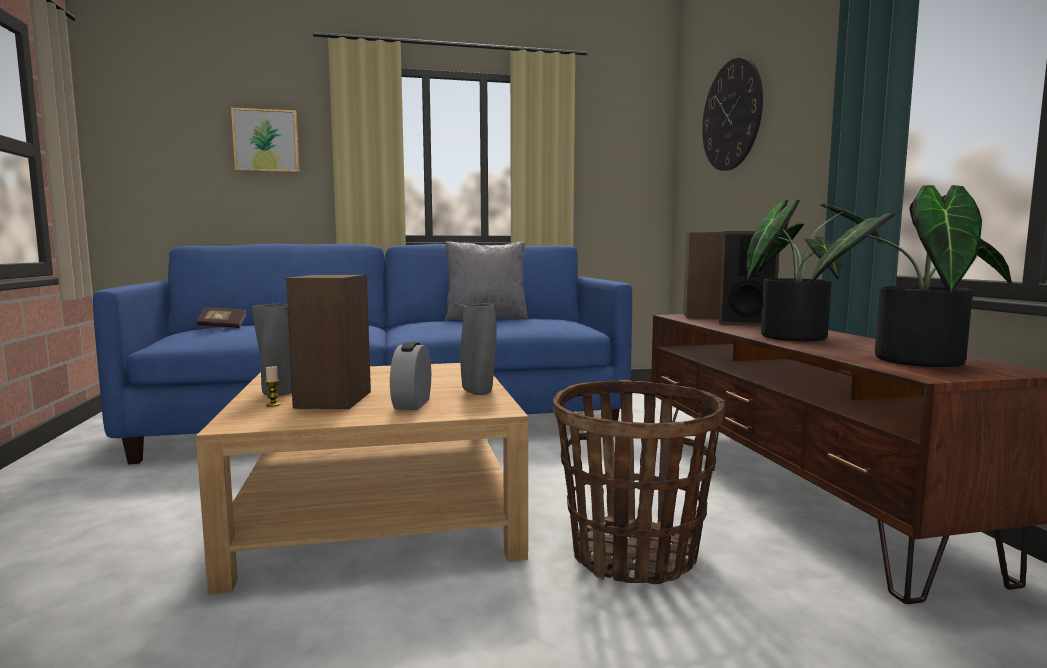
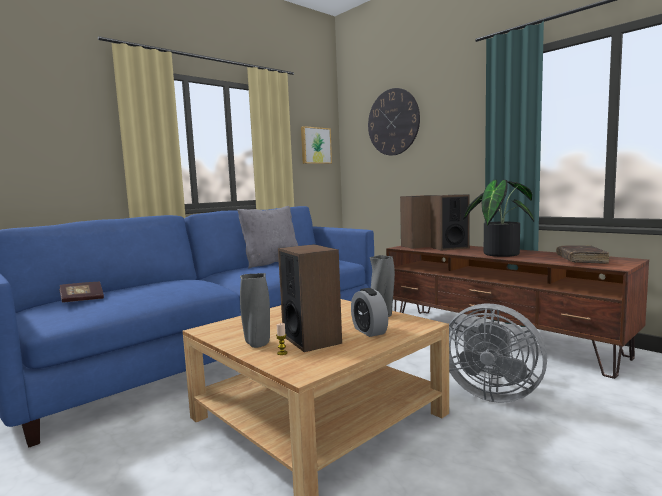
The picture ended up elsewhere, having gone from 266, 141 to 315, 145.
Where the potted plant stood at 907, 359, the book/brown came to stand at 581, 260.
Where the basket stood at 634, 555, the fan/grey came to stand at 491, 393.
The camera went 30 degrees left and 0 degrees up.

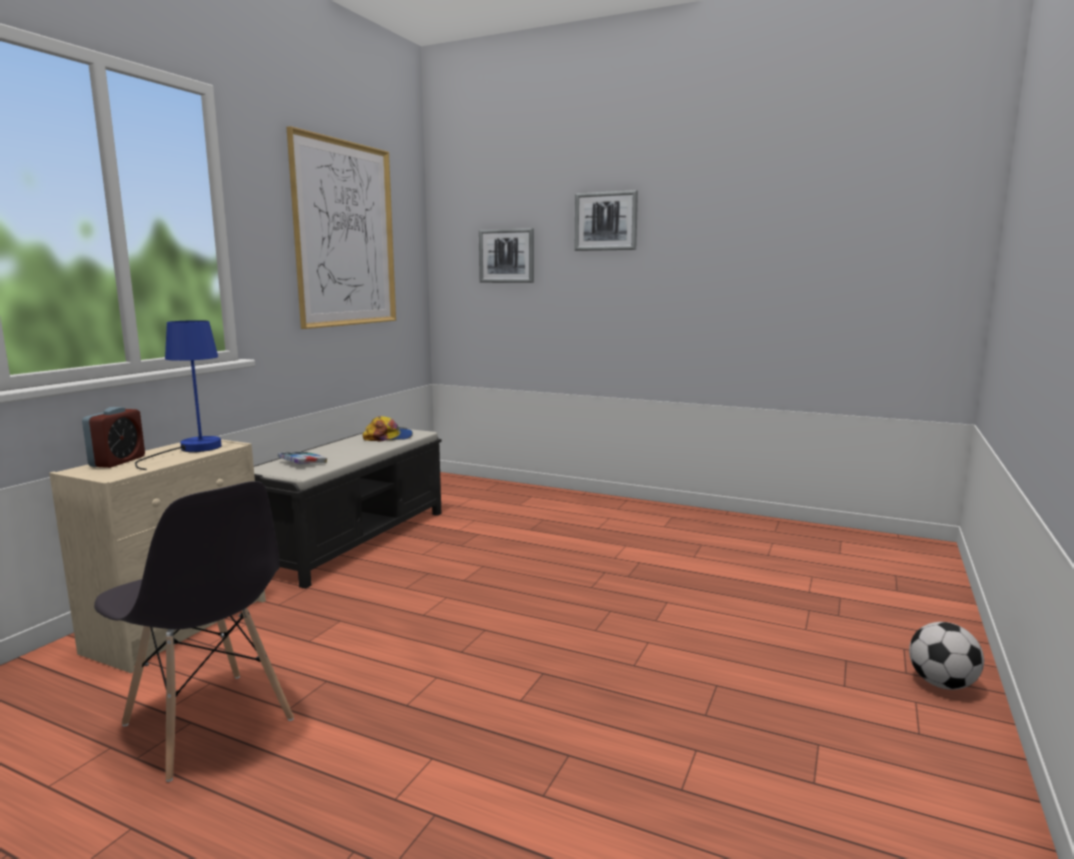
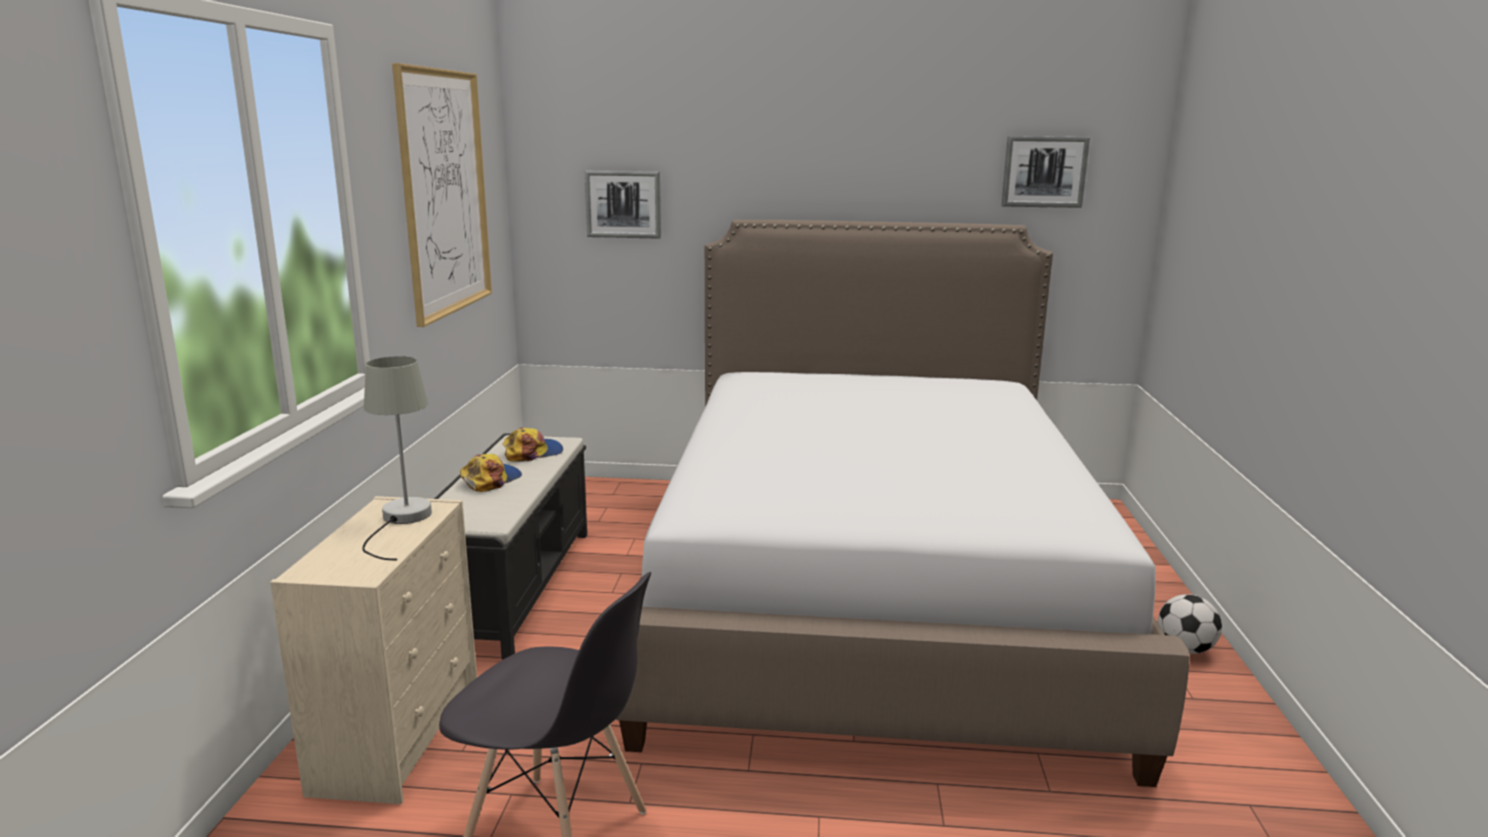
The picture ended up elsewhere, having gone from 606, 221 to 1044, 172.
What was the table lamp/blue at 191, 450 turned into the table lamp/grey at 401, 521.
The second view lost the alarm clock at 117, 461.
The second view lost the book at 302, 462.
The second view gained the bed at 871, 593.
The second view gained the cap at 490, 480.
The camera went 20 degrees left and 5 degrees up.

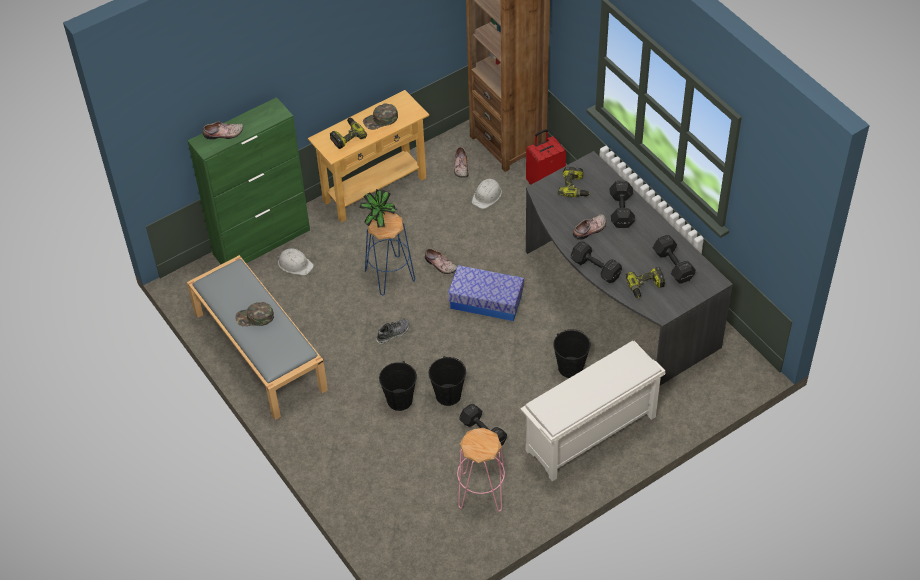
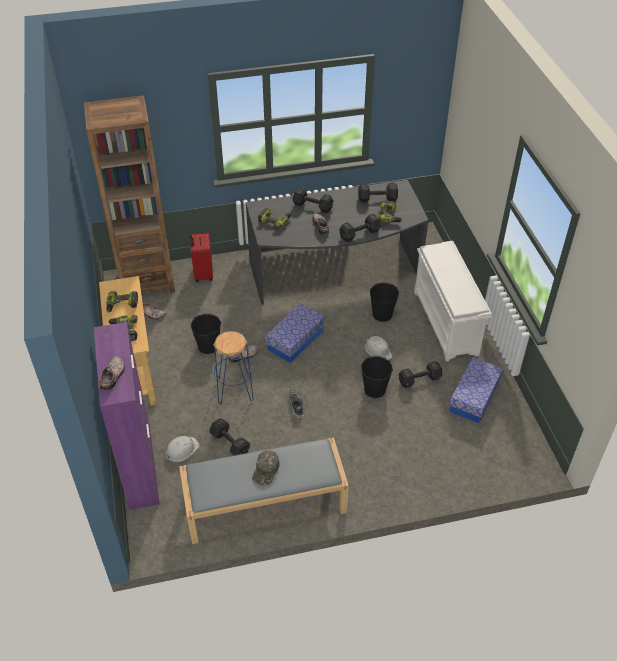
What was the cabinet/green at 262, 242 turned into the cabinet/purple at 140, 467.
Where the cap/green stood at 380, 120, the power drill came to stand at 122, 305.
The hard hat/white ended up elsewhere, having gone from 487, 195 to 378, 350.
The second view lost the potted plant at 379, 221.
The bucket/black ended up elsewhere, having gone from 399, 400 to 208, 346.
Where the stool/pink stood at 481, 492, the storage box came to stand at 474, 397.
The second view gained the dumbbell/black at 230, 444.
The camera went 70 degrees left and 5 degrees down.

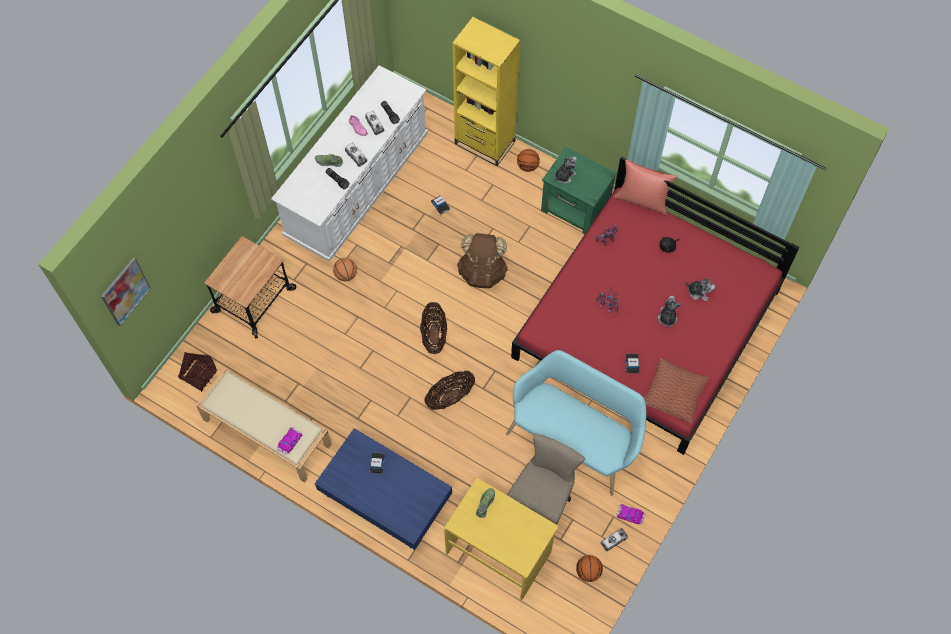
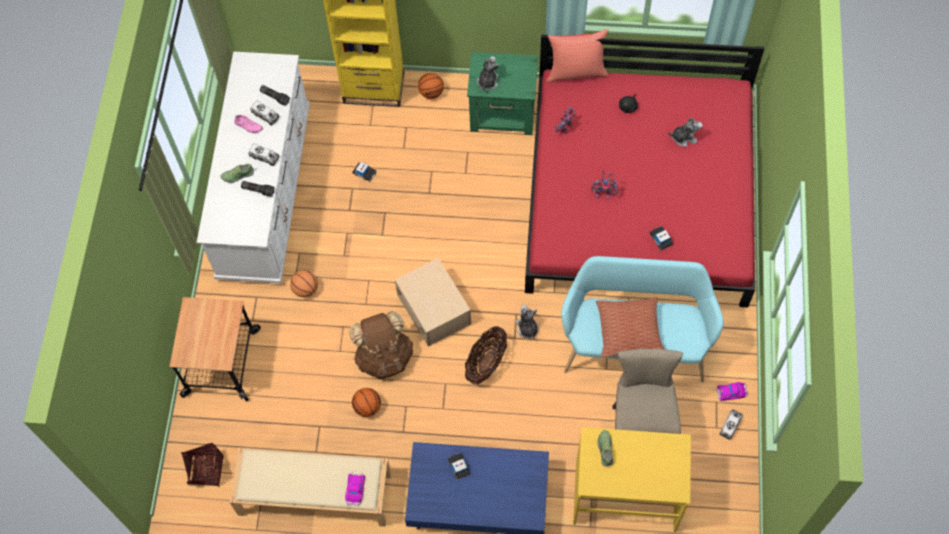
The backpack/brown ended up elsewhere, having gone from 482, 272 to 384, 357.
The second view lost the picture at 125, 291.
The plush toy ended up elsewhere, having gone from 667, 317 to 527, 328.
Where the basket stood at 434, 335, the storage box/beige came to stand at 433, 308.
The pillow ended up elsewhere, having gone from 674, 393 to 629, 331.
The basketball ended up elsewhere, having gone from 588, 571 to 367, 407.
The camera went 25 degrees left and 0 degrees up.

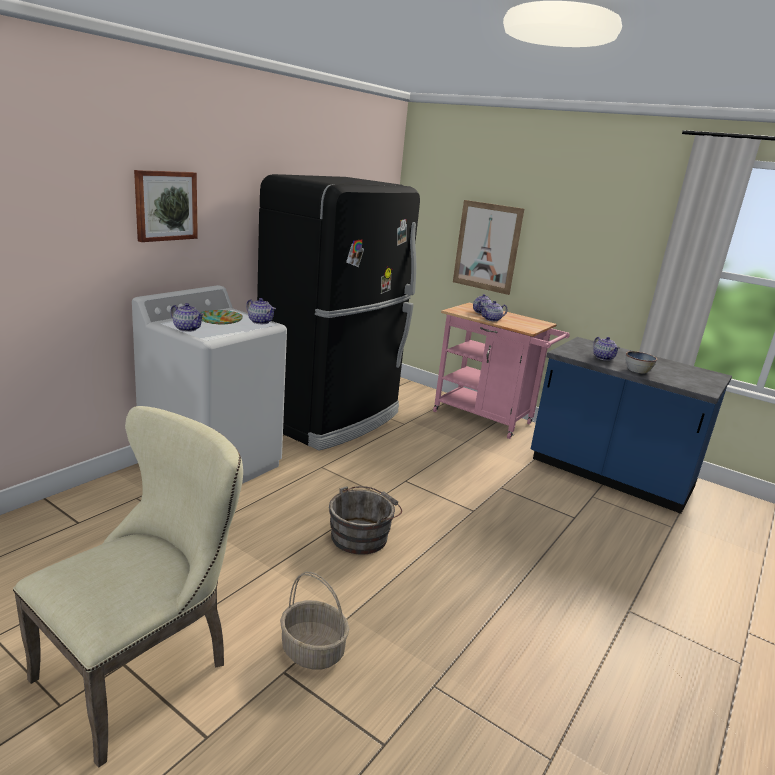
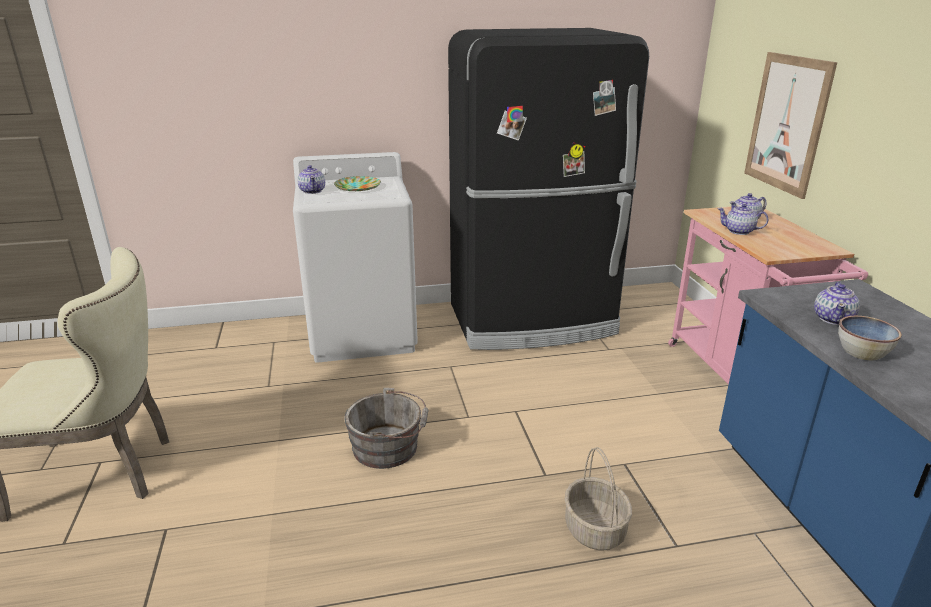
The second view lost the picture at 165, 205.
The second view lost the teapot at 260, 322.
The basket ended up elsewhere, having gone from 313, 650 to 595, 530.
The camera went 45 degrees right and 5 degrees up.

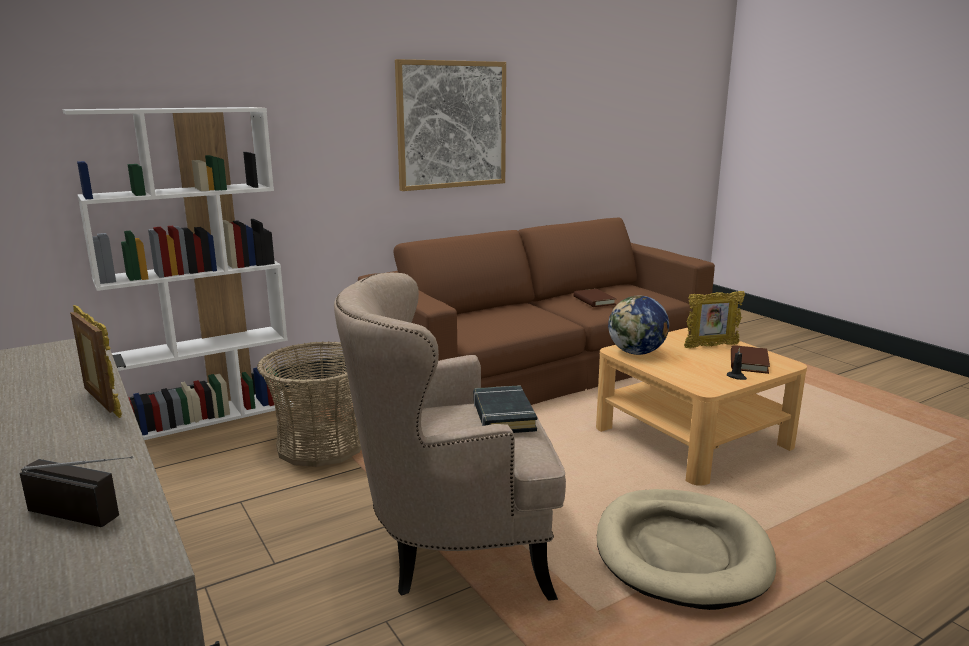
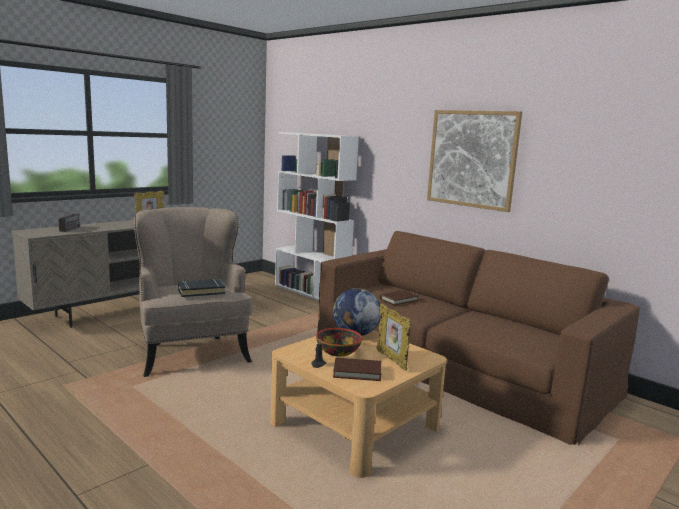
The book/brown ended up elsewhere, having gone from 594, 300 to 398, 299.
The second view lost the basket at 321, 445.
The second view lost the dog bed/beige at 682, 552.
The second view gained the bowl at 338, 352.
The camera went 75 degrees right and 5 degrees down.

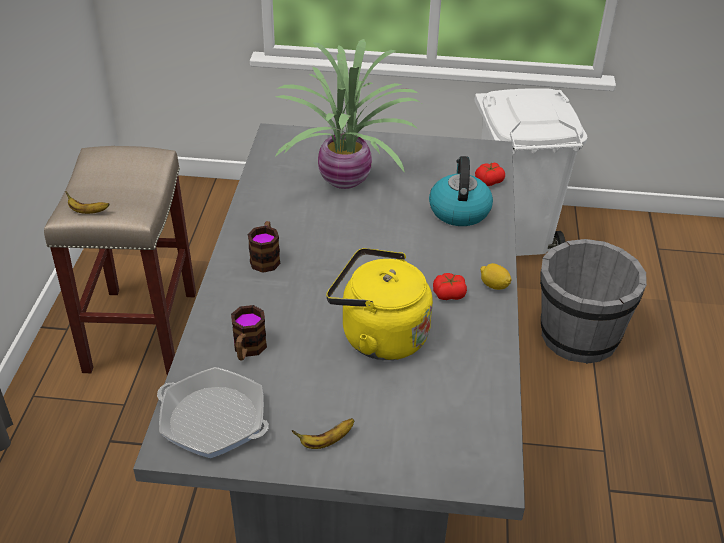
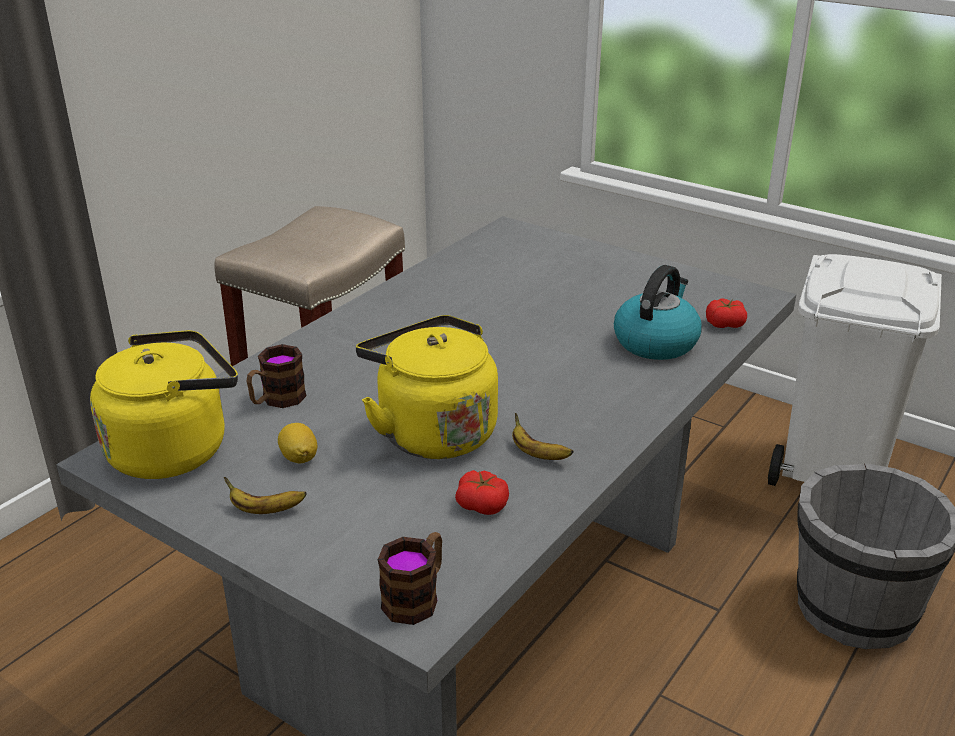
The second view lost the potted plant at 345, 181.
The banana ended up elsewhere, having gone from 87, 211 to 537, 454.
The mug ended up elsewhere, having gone from 266, 258 to 416, 596.
The lemon ended up elsewhere, having gone from 494, 285 to 299, 458.
The tomato ended up elsewhere, having gone from 449, 294 to 482, 504.
Where the frying pan stood at 213, 419, the kettle/yellow came to stand at 175, 449.
The camera went 30 degrees right and 10 degrees down.

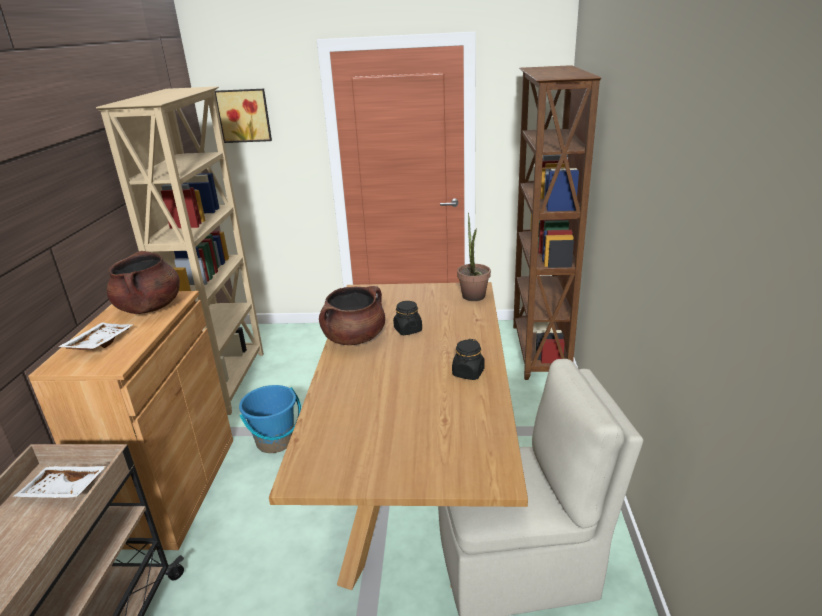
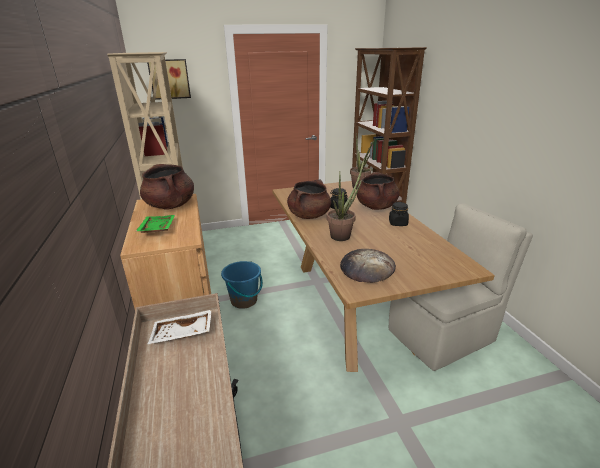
What was the tray/white at 99, 343 turned into the tray/green at 156, 229.
The second view gained the potted plant at 343, 235.
The second view gained the cooking pot/brown at 376, 207.
The second view gained the bread at 367, 268.
The camera went 20 degrees left and 0 degrees up.

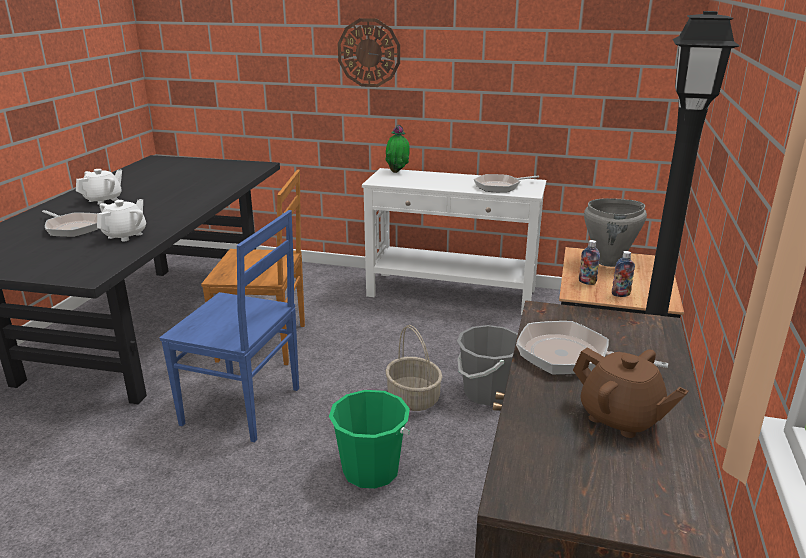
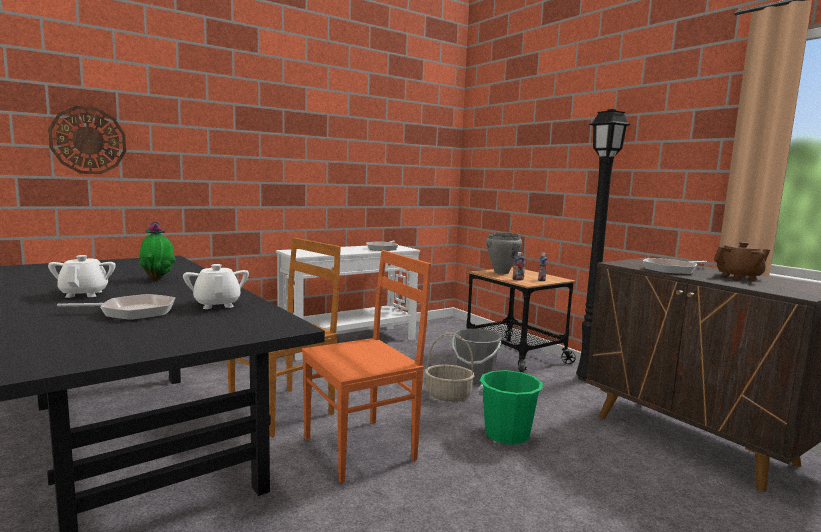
The wall clock ended up elsewhere, having gone from 369, 53 to 88, 140.
The potted plant ended up elsewhere, having gone from 397, 172 to 158, 279.
What was the chair/blue at 244, 407 turned into the chair/orange at 362, 448.
The camera went 50 degrees left and 15 degrees down.

